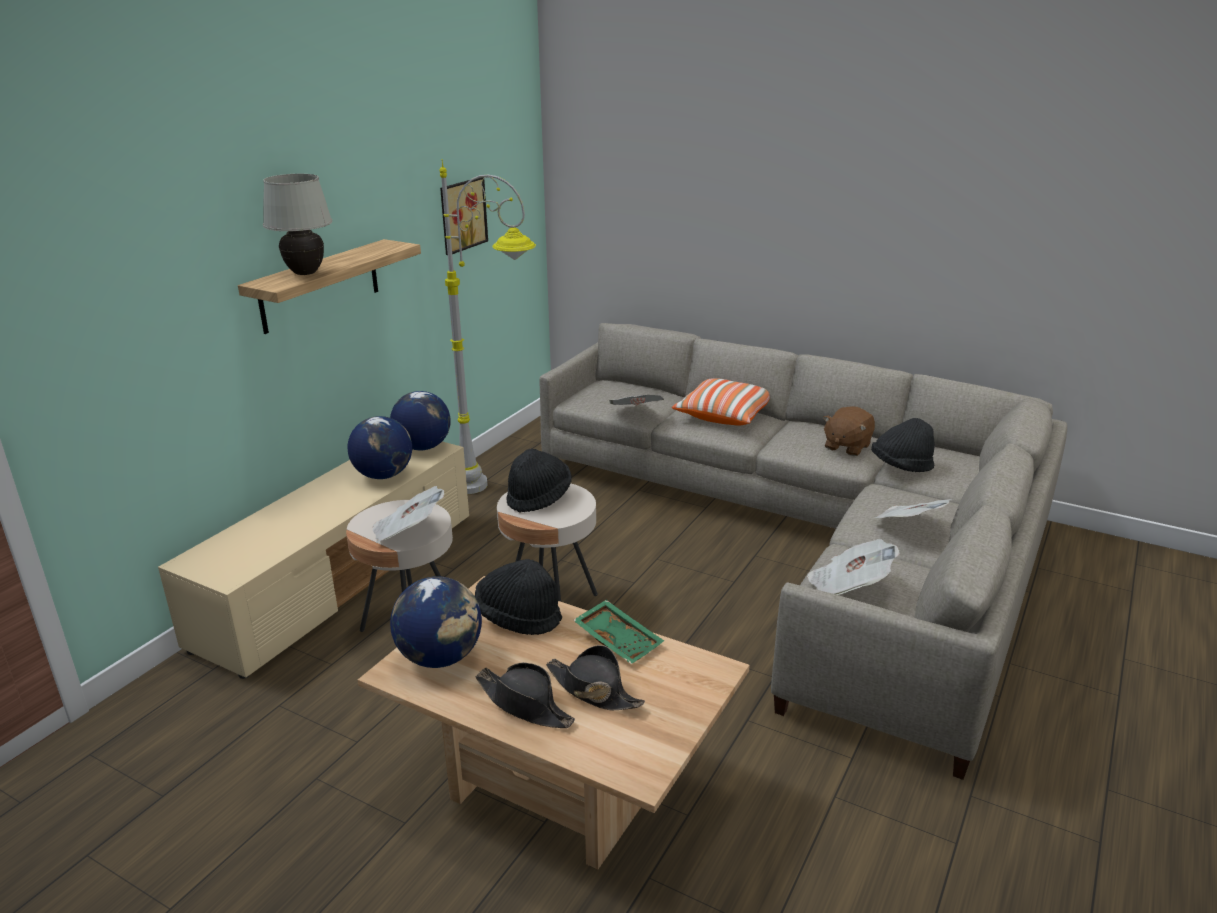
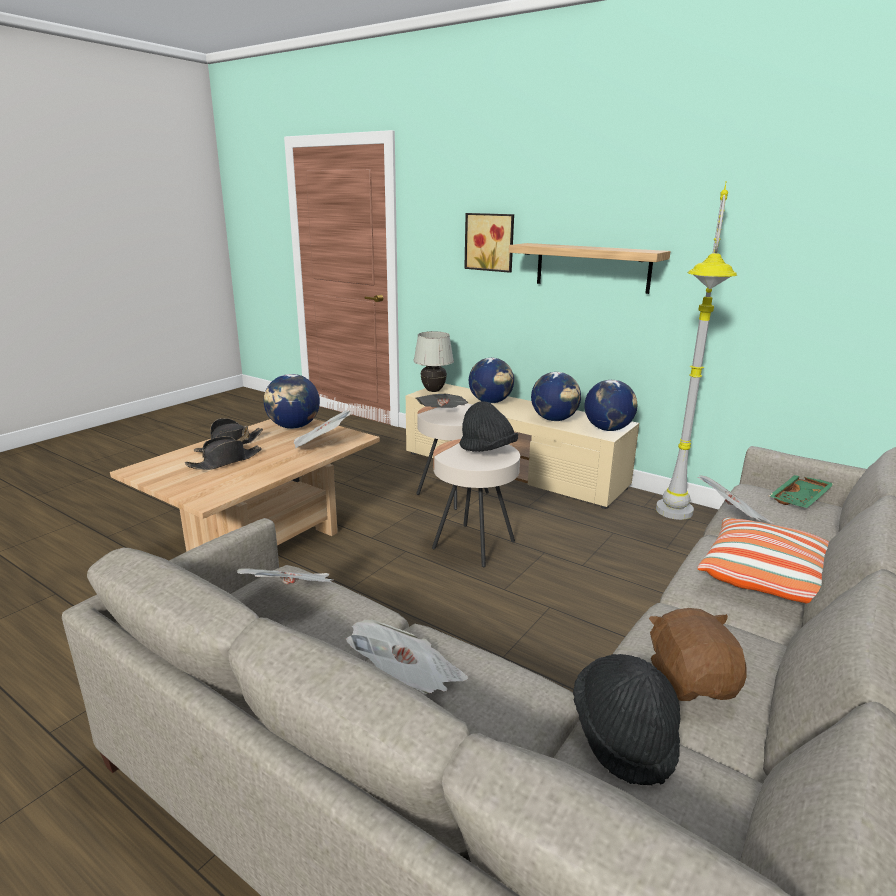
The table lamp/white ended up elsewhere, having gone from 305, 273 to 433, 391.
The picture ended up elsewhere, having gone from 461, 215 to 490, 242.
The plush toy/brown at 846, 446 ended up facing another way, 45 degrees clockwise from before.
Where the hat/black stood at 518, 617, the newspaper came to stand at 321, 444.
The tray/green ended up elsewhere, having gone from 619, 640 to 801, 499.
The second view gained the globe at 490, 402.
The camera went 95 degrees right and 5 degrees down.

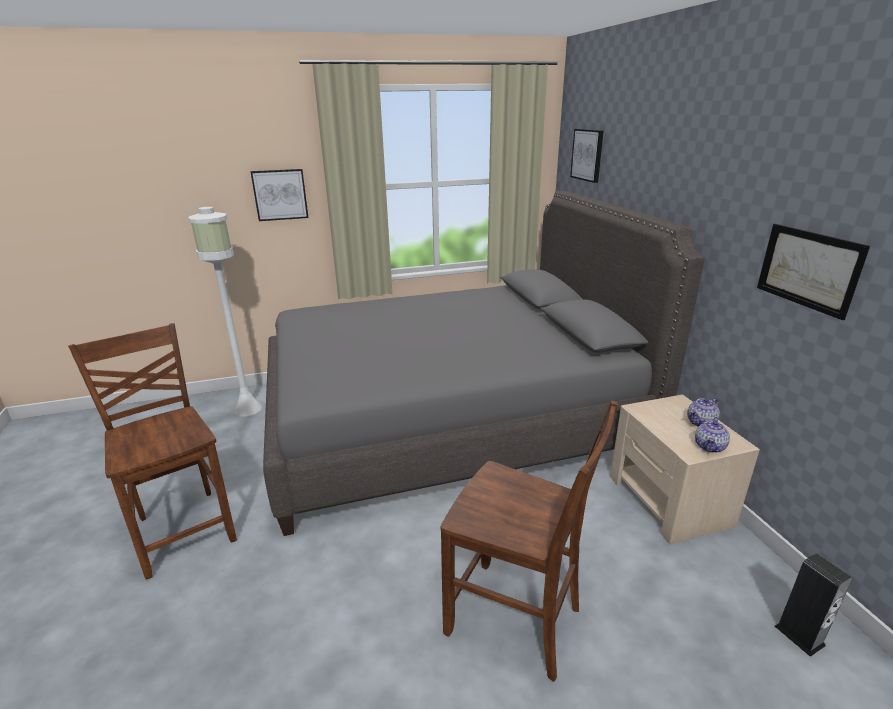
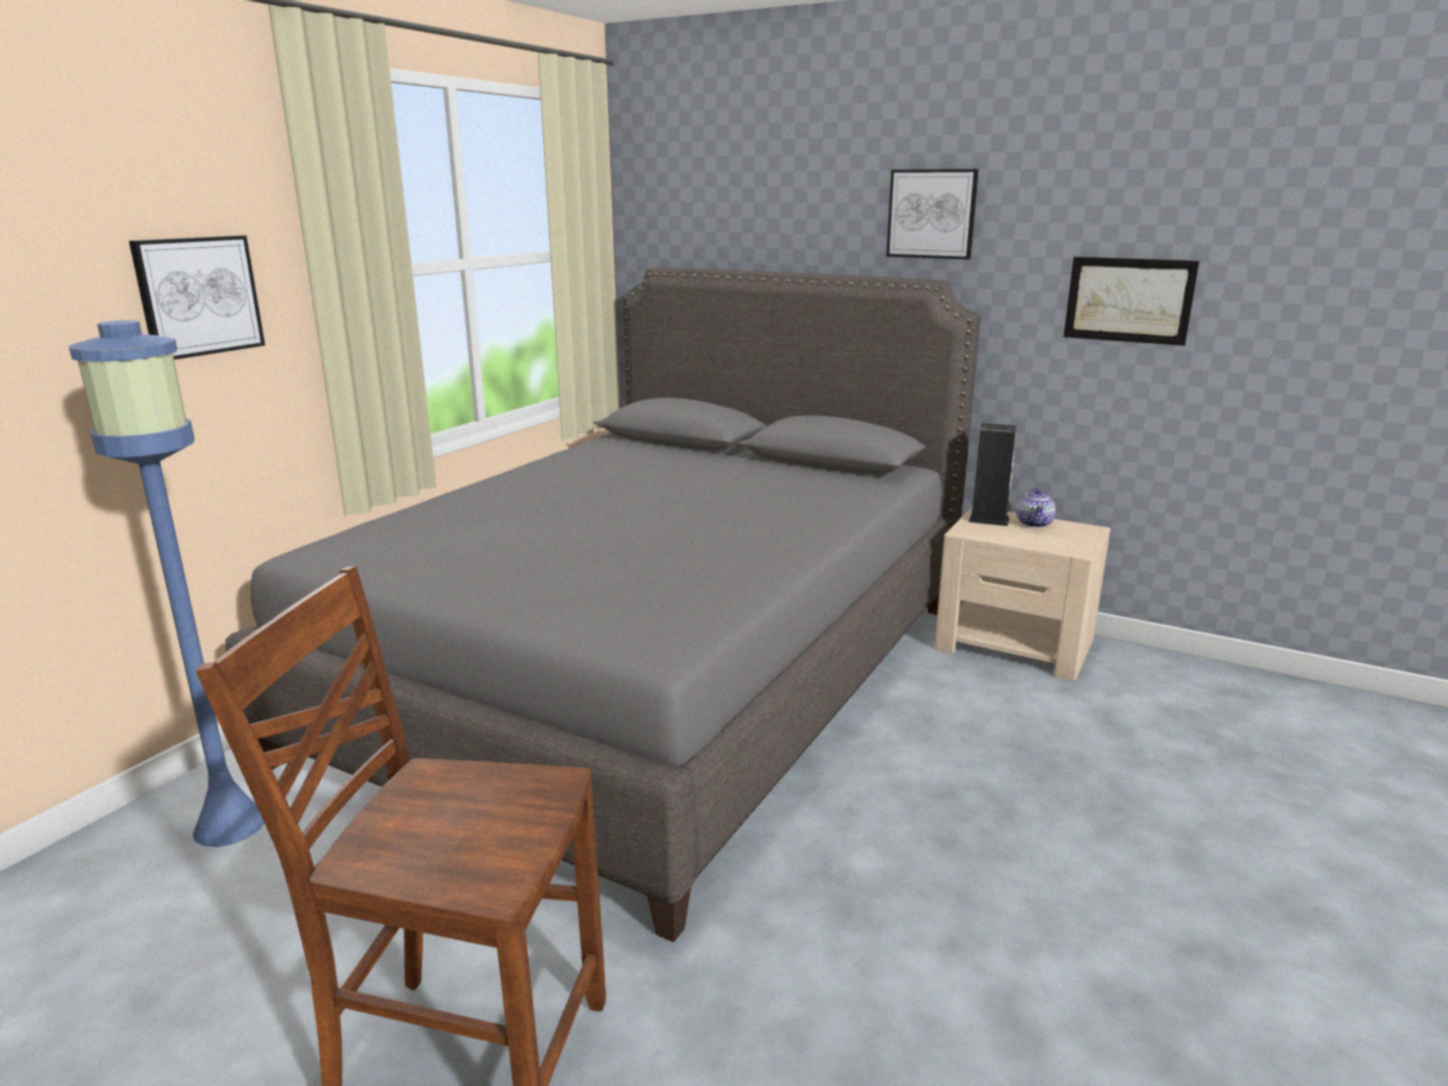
The picture ended up elsewhere, having gone from 587, 155 to 932, 214.
What was the floor lamp/white at 247, 409 turned into the floor lamp/blue at 230, 826.
The second view lost the chair/brown at 516, 621.
The second view lost the teapot at 710, 446.
The speaker ended up elsewhere, having gone from 799, 635 to 988, 520.
The camera went 45 degrees left and 5 degrees down.

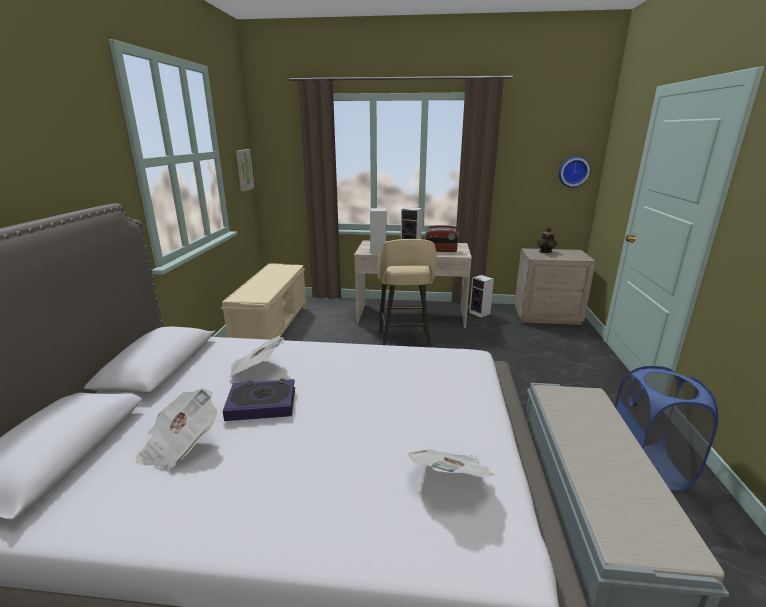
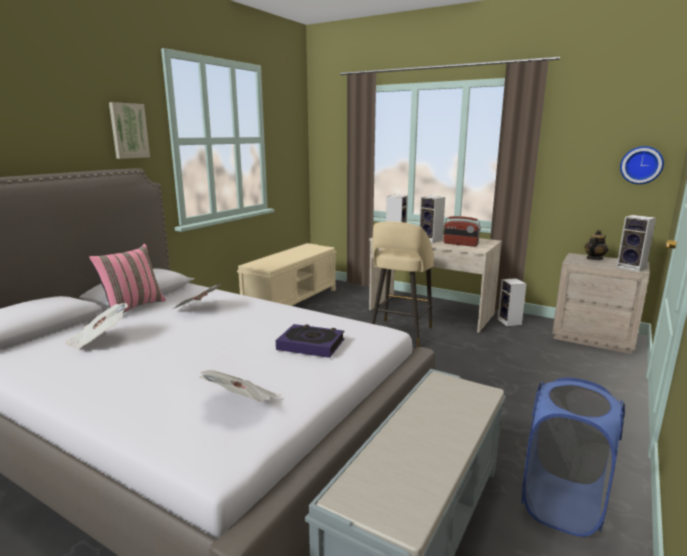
The picture ended up elsewhere, having gone from 243, 170 to 128, 131.
The book ended up elsewhere, having gone from 261, 404 to 311, 345.
The second view gained the speaker at 632, 267.
The second view gained the pillow/pink at 132, 307.
The camera went 25 degrees right and 5 degrees down.

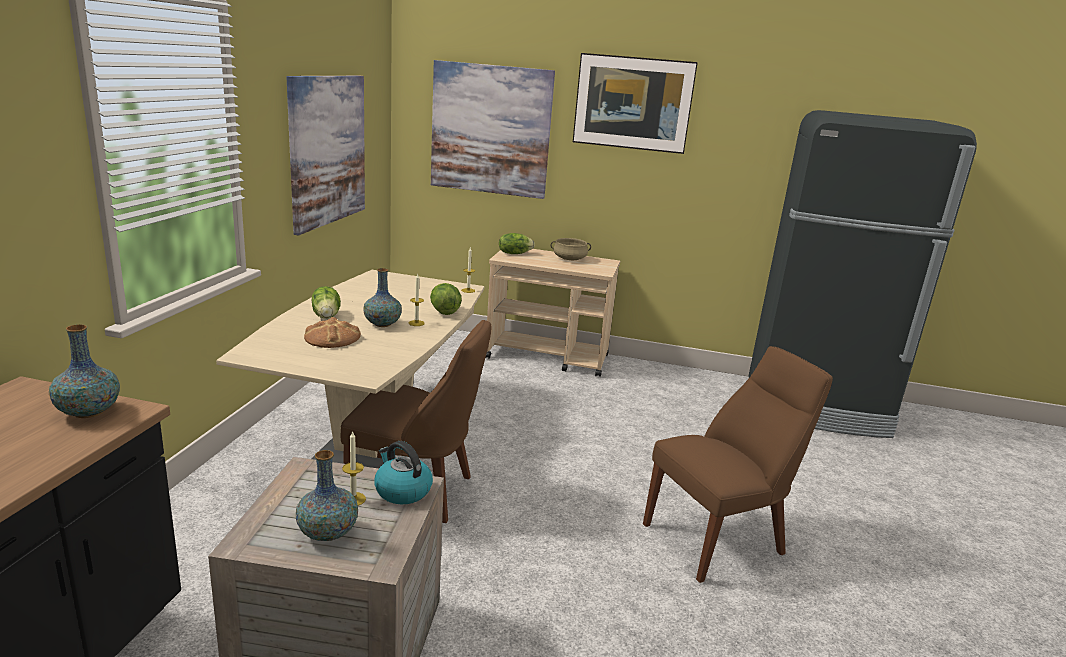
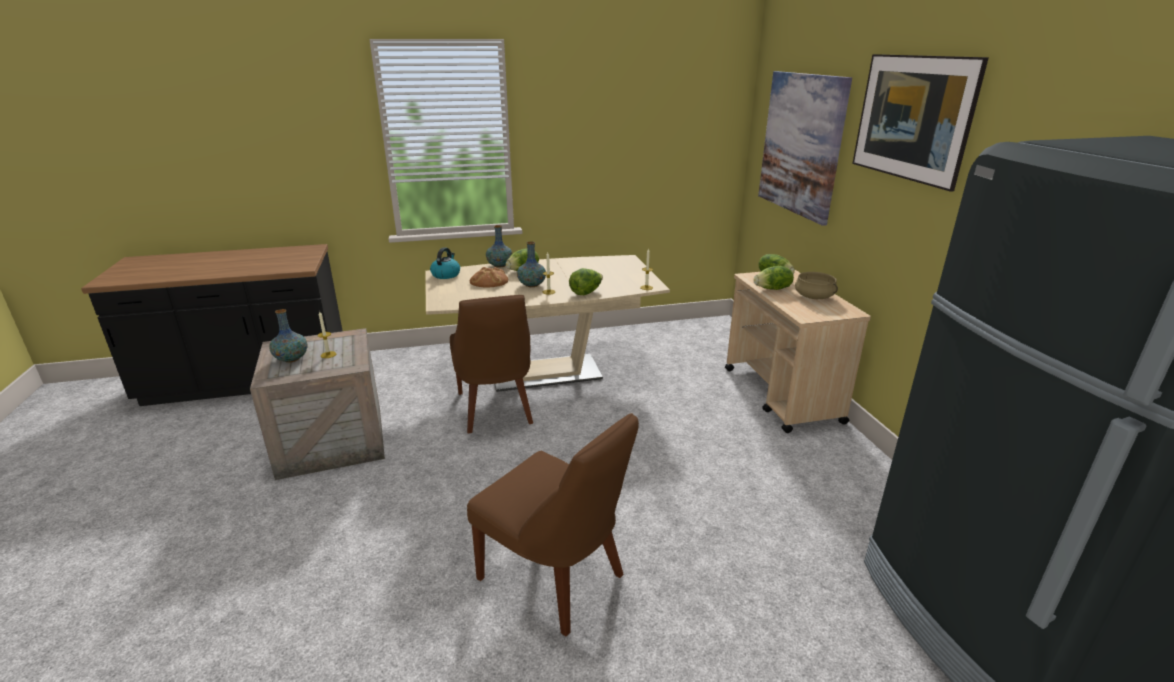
The second view lost the picture at 328, 150.
The vase ended up elsewhere, having gone from 88, 412 to 499, 265.
The kettle ended up elsewhere, having gone from 402, 491 to 446, 274.
The second view gained the lettuce at 773, 289.
The camera went 65 degrees right and 5 degrees up.

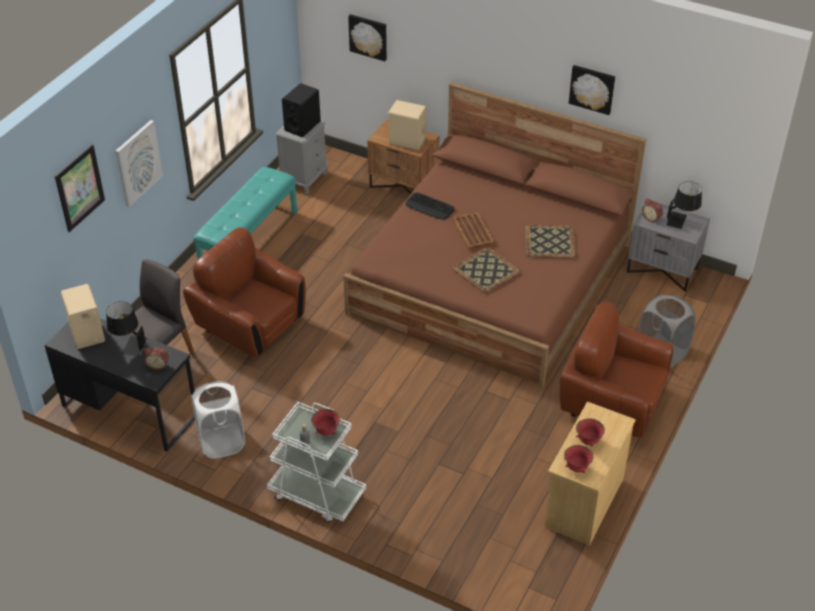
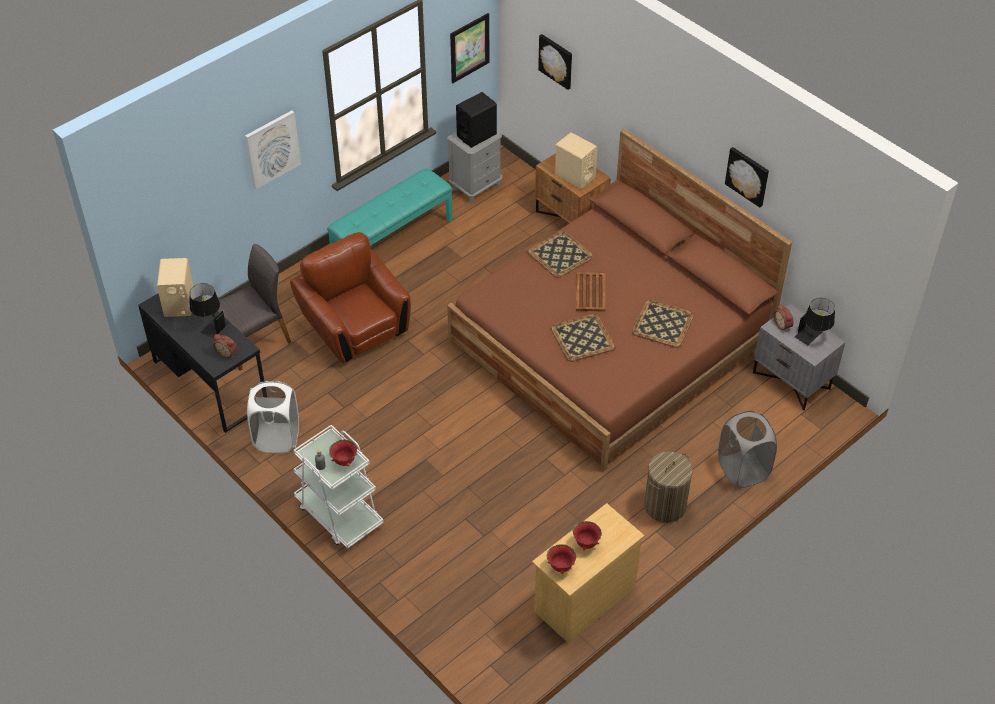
The picture ended up elsewhere, having gone from 79, 188 to 469, 48.
Where the keyboard stood at 429, 207, the tray came to stand at 561, 255.
Where the armchair/brown stood at 611, 401, the laundry basket came to stand at 665, 505.
The camera went 20 degrees right and 5 degrees up.

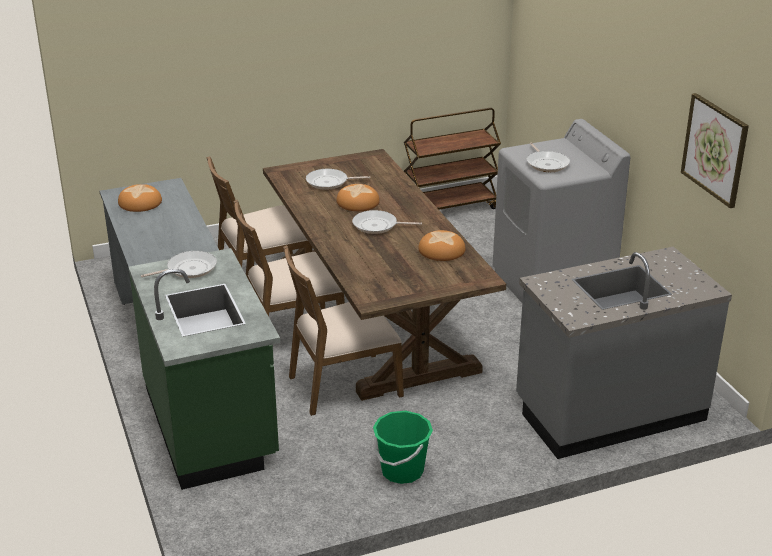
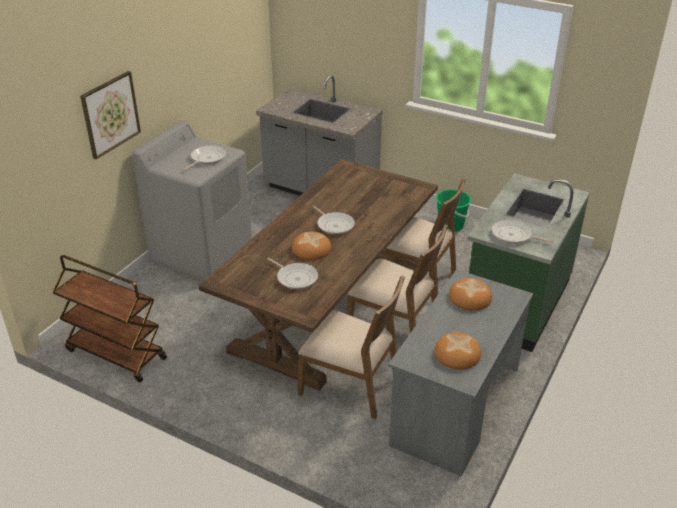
The picture ended up elsewhere, having gone from 715, 149 to 110, 114.
The bread ended up elsewhere, having gone from 442, 250 to 469, 297.
The camera went 130 degrees left and 5 degrees up.

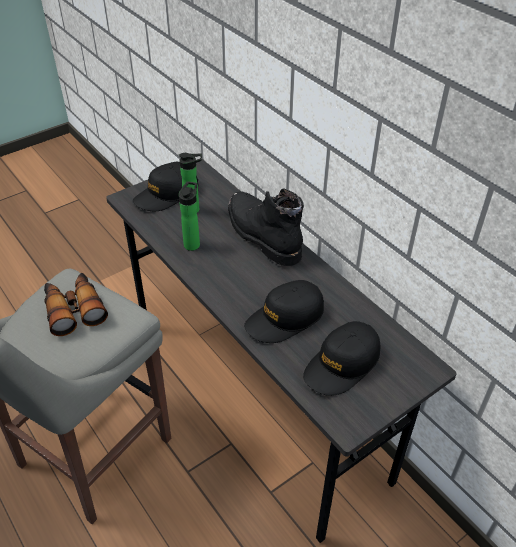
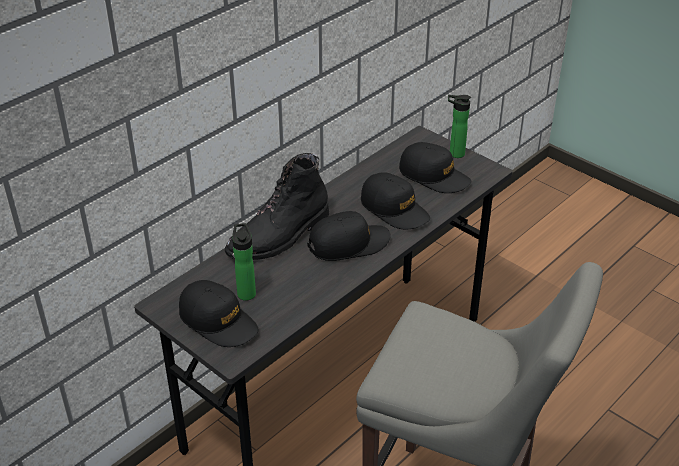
The bottle ended up elsewhere, having gone from 192, 243 to 454, 154.
The second view lost the binoculars at 74, 309.
The second view gained the cap/black at 348, 244.
The camera went 100 degrees left and 5 degrees down.

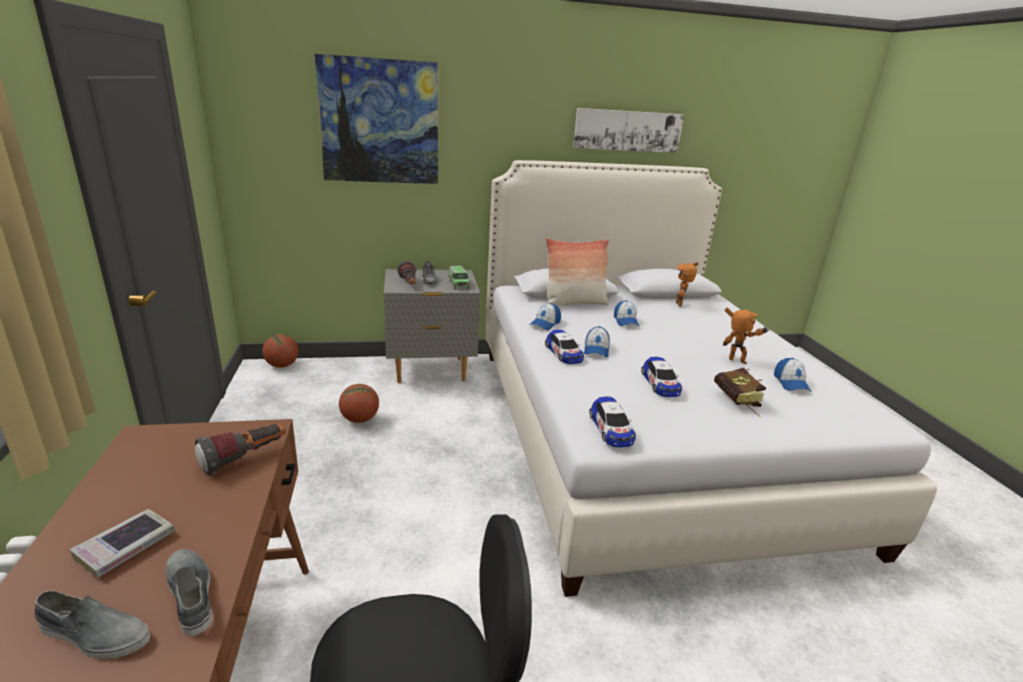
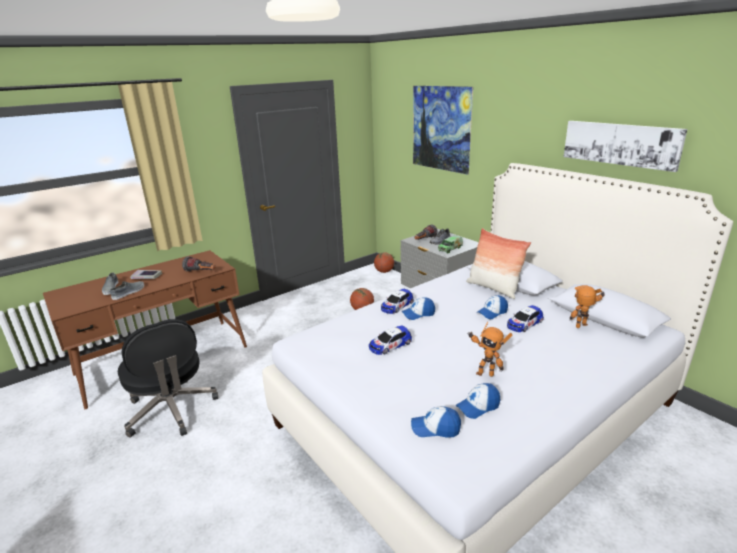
The cap ended up elsewhere, having gone from 545, 324 to 435, 428.
The toy robot at 736, 362 ended up facing another way, 105 degrees clockwise from before.
The second view lost the book at 738, 403.
The toy car ended up elsewhere, having gone from 611, 429 to 524, 323.
The camera went 65 degrees right and 0 degrees up.

